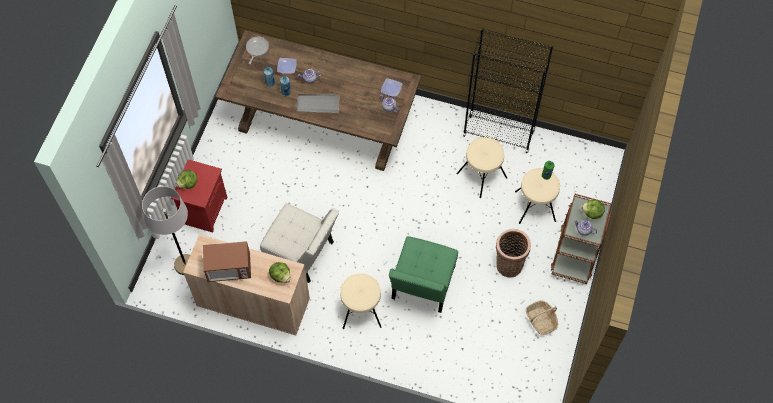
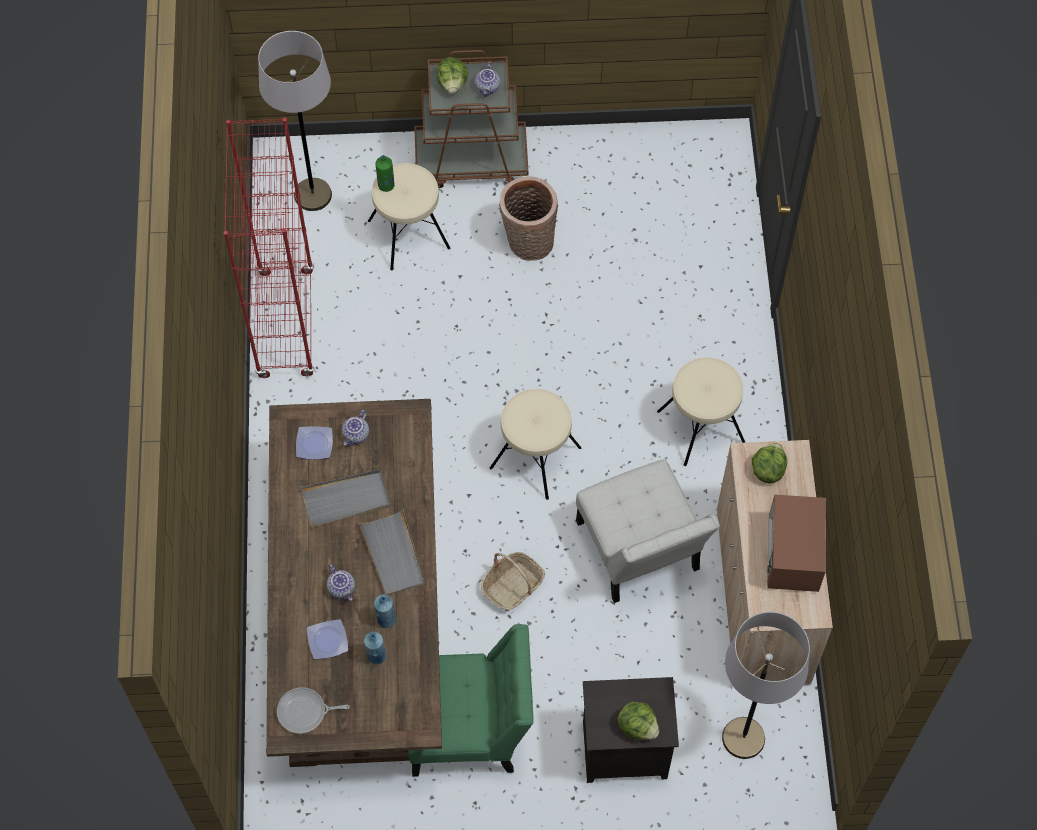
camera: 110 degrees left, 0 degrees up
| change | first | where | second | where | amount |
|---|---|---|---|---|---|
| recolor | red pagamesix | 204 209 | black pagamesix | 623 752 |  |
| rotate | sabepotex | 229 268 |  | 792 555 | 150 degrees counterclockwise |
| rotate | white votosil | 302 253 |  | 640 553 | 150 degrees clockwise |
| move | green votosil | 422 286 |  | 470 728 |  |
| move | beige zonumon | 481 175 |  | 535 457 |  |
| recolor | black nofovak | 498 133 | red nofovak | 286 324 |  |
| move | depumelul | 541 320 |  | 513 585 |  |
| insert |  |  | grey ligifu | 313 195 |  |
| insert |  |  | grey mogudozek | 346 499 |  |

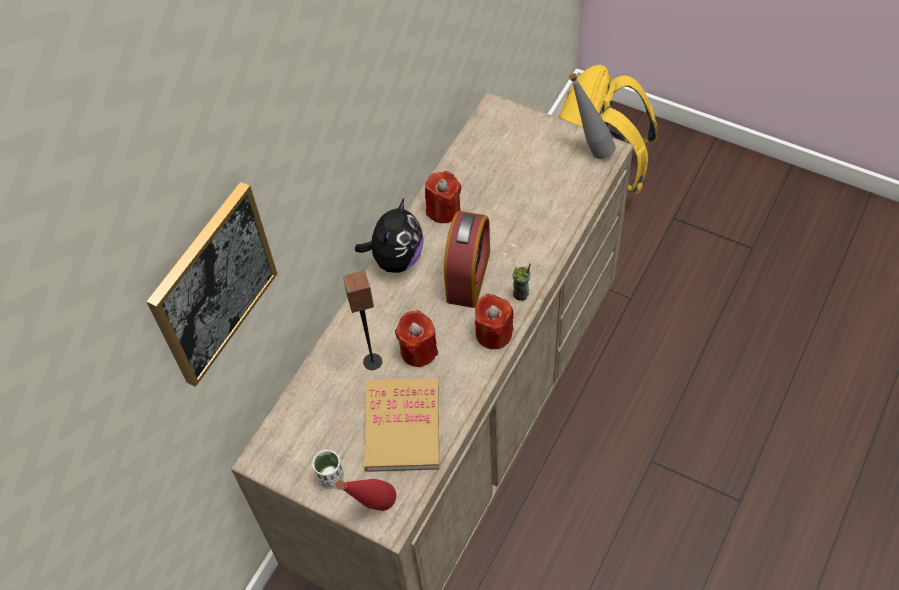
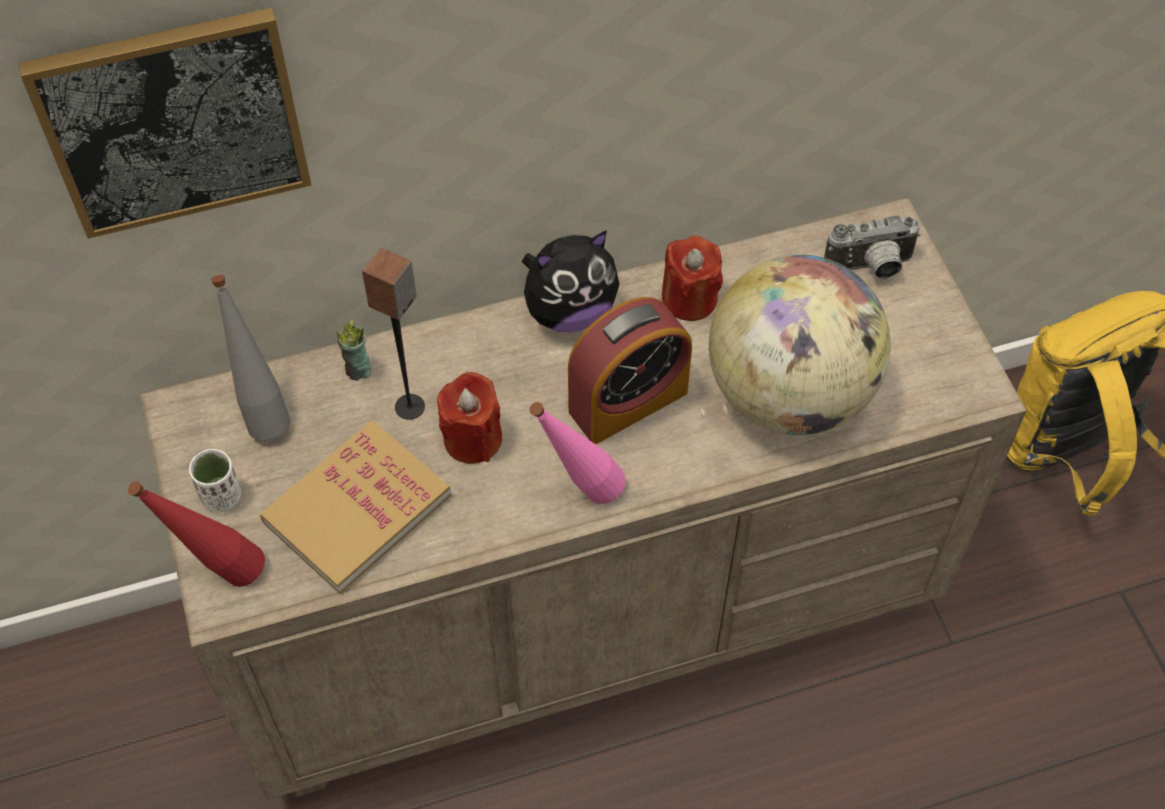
camera: 40 degrees right, 0 degrees up
| change | first | where | second | where | amount |
|---|---|---|---|---|---|
| replace | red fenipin | 493 333 | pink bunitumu | 579 494 |  |
| move | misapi | 521 294 |  | 358 370 |  |
| move | grey bunitumu | 589 149 |  | 262 410 |  |
| insert |  |  | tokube | 790 394 |  |
| insert |  |  | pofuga | 871 268 |  |

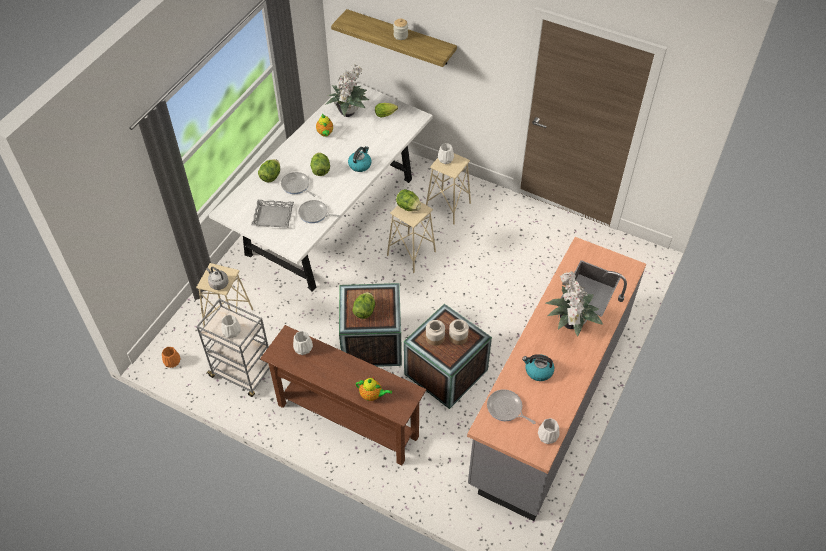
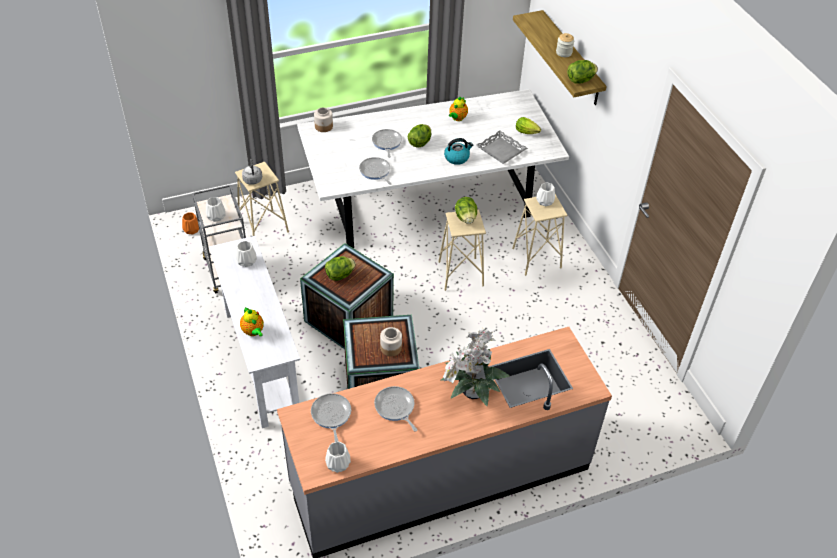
camera: 40 degrees right, 5 degrees down
| change | first | where | second | where | amount |
|---|---|---|---|---|---|
| move | grey mogudozek | 273 217 |  | 500 150 |  |
| move | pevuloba | 271 177 |  | 580 80 |  |
| recolor | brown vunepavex | 347 421 | white vunepavex | 261 363 |  |
| delete | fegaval | 349 112 |  |  |  |
| move | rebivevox | 435 337 |  | 324 127 |  |
| replace | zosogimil | 538 371 | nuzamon | 395 408 |  |

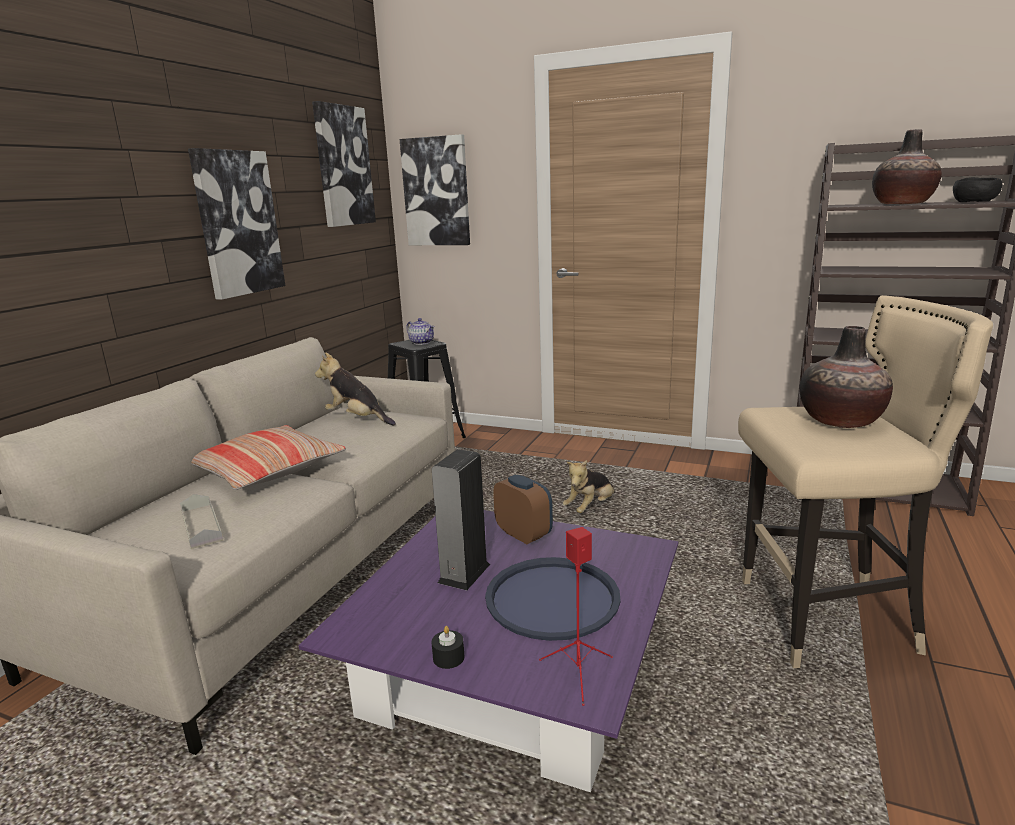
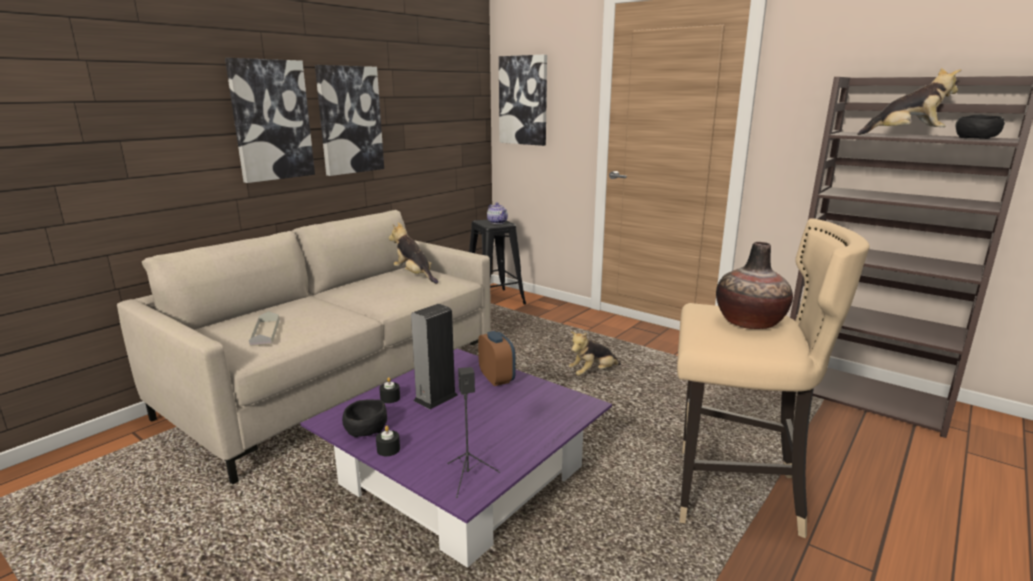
camera: 15 degrees right, 0 degrees up
| change | first | where | second | where | amount |
|---|---|---|---|---|---|
| delete | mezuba | 267 470 |  |  |  |
| move | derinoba | 343 166 |  | 271 120 |  |
| delete | blue mogudozek | 552 598 |  |  |  |
| recolor | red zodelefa | 578 673 | black zodelefa | 468 477 |  |
| replace | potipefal | 902 204 | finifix | 905 135 |  |
| insert |  |  | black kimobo | 365 430 |  |
| insert |  |  | black fenipin | 390 398 |  |

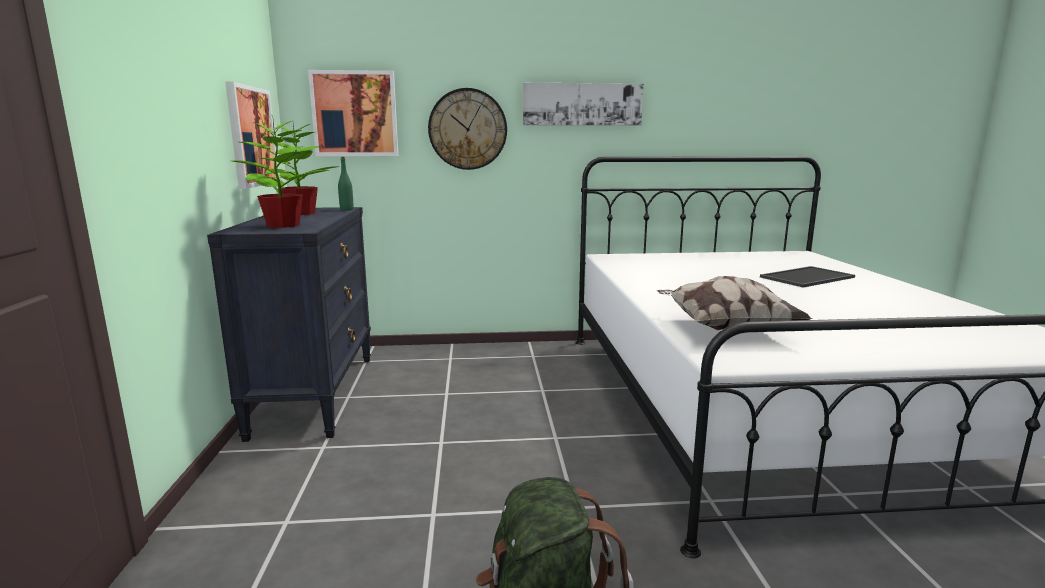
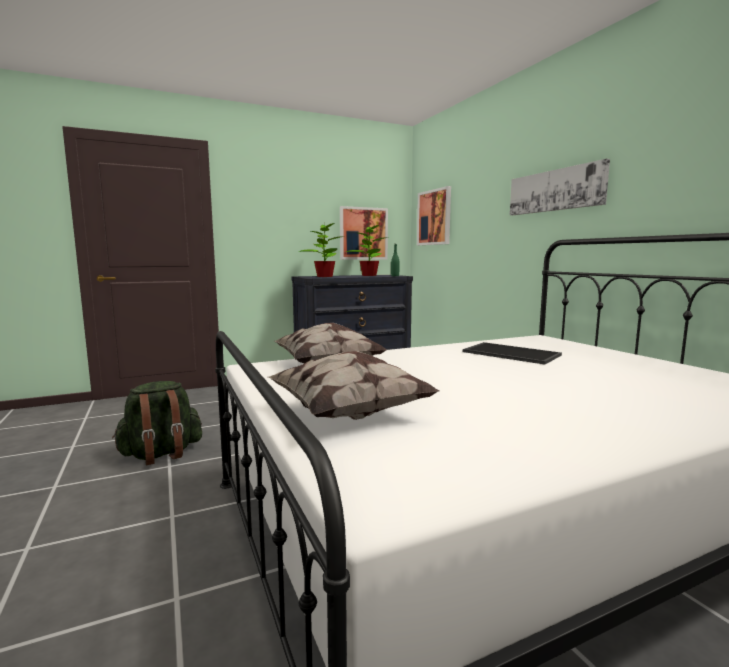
camera: 70 degrees right, 5 degrees down
| change | first | where | second | where | amount |
|---|---|---|---|---|---|
| delete | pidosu | 467 129 |  |  |  |
| move | mogudozek | 807 277 |  | 509 353 |  |
| insert |  |  | mezuba | 350 413 |  |

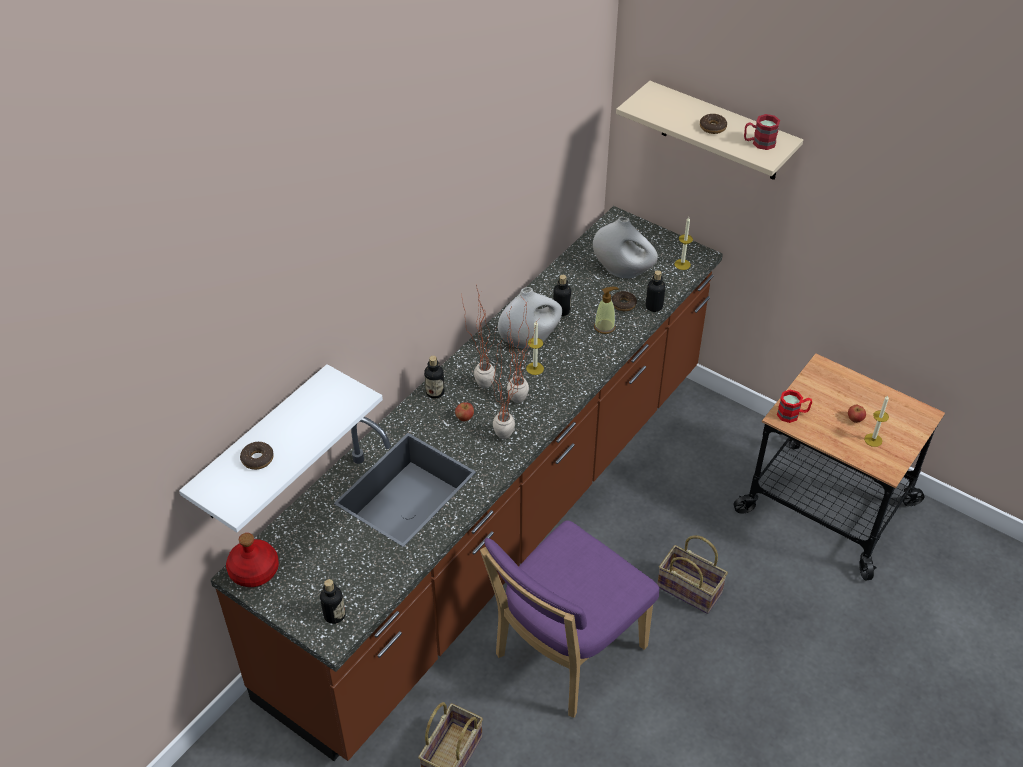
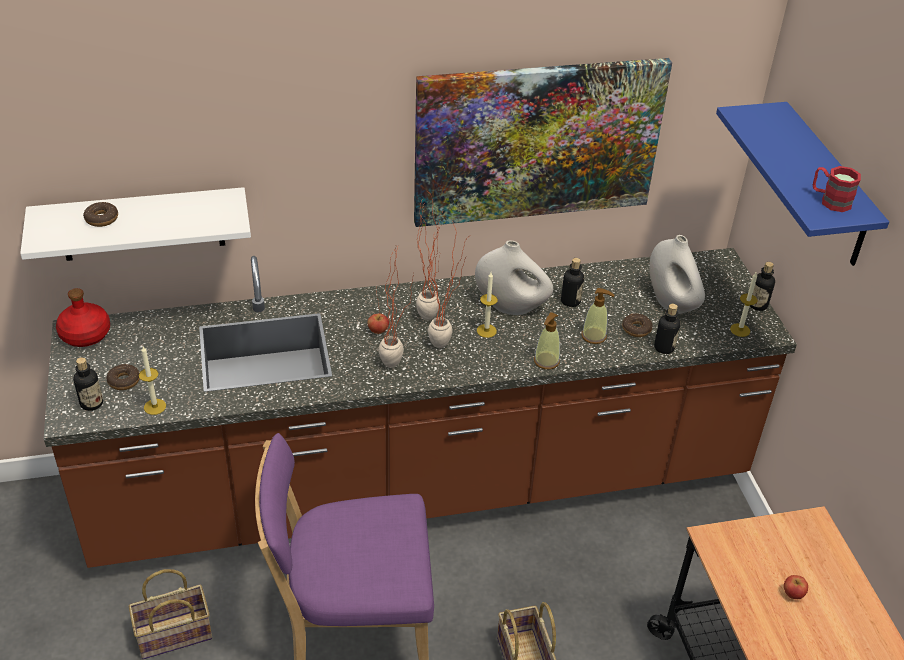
camera: 40 degrees right, 5 degrees down
| change | first | where | second | where | amount |
|---|---|---|---|---|---|
| move | bunitumu | 435 392 |  | 757 305 |  |
| recolor | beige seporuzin | 721 132 | blue seporuzin | 825 187 |  |
| move | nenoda | 712 127 |  | 124 381 |  |
| delete | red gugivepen | 792 414 |  |  |  |
| move | fenipin | 873 440 |  | 155 406 |  |
| insert |  |  | derinoba | 537 142 |  |
| insert |  |  | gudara | 546 361 |  |

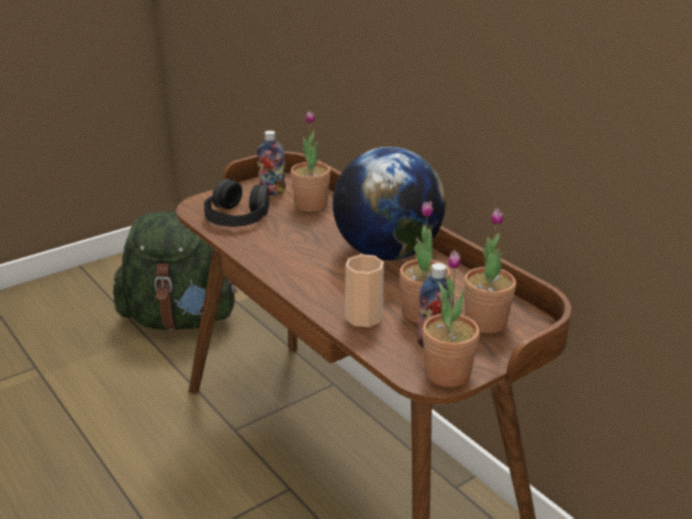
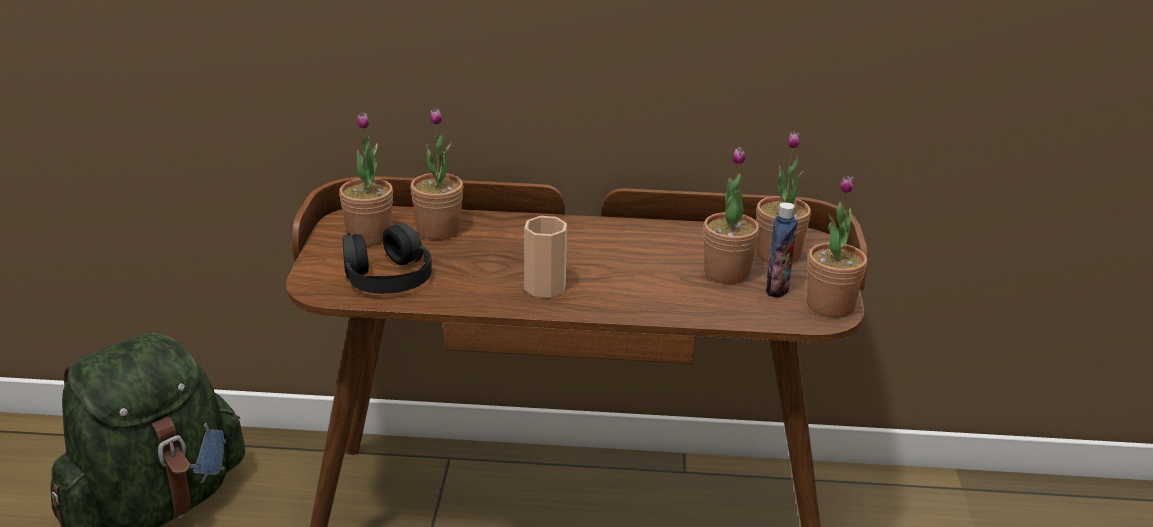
camera: 50 degrees left, 0 degrees up
| change | first | where | second | where | amount |
|---|---|---|---|---|---|
| replace | bunitumu | 272 192 | fegaval | 369 236 |  |
| delete | tokube | 387 253 |  |  |  |
| move | misapi | 364 317 |  | 545 287 |  |

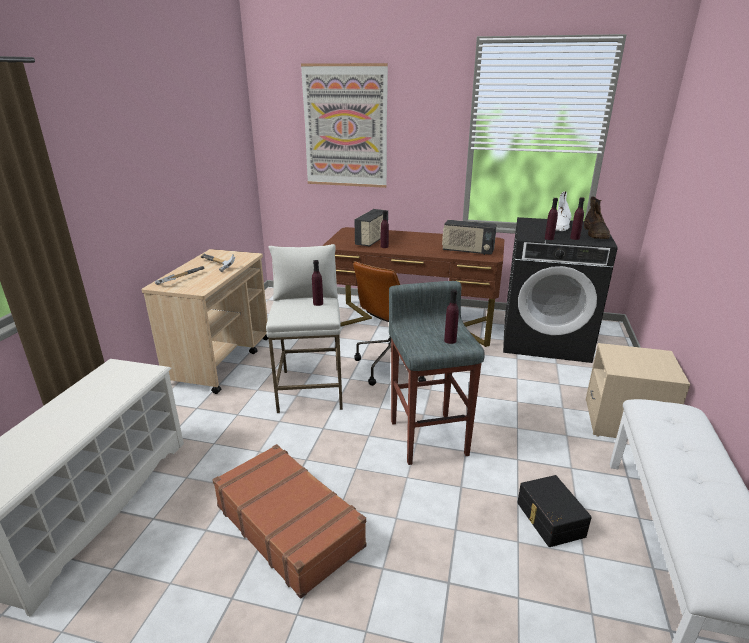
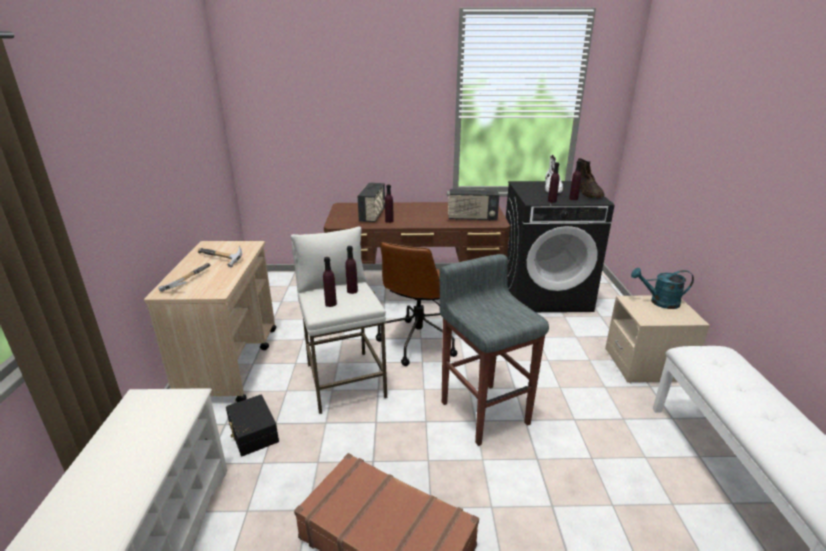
camera: 15 degrees left, 0 degrees up
| change | first | where | second | where | amount |
|---|---|---|---|---|---|
| delete | derinoba | 345 127 |  |  |  |
| move | purple bunitumu | 450 340 |  | 330 304 |  |
| move | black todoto | 549 519 |  | 252 433 |  |
| insert |  |  | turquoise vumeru | 659 302 |  |

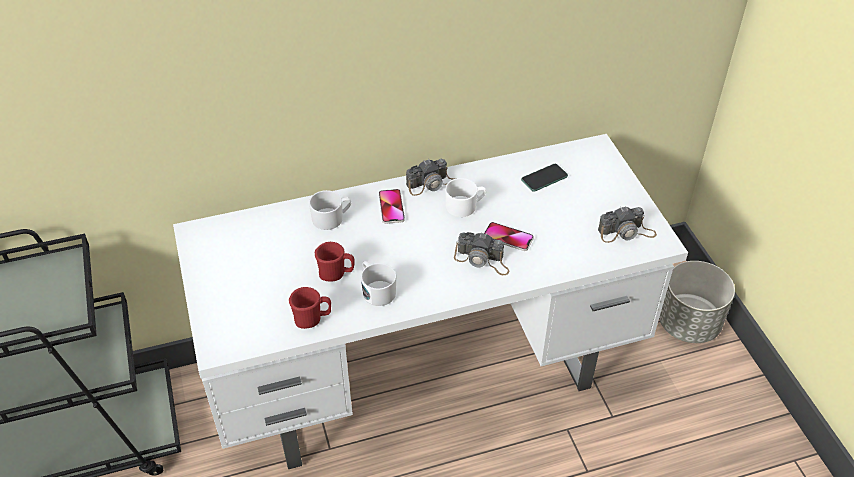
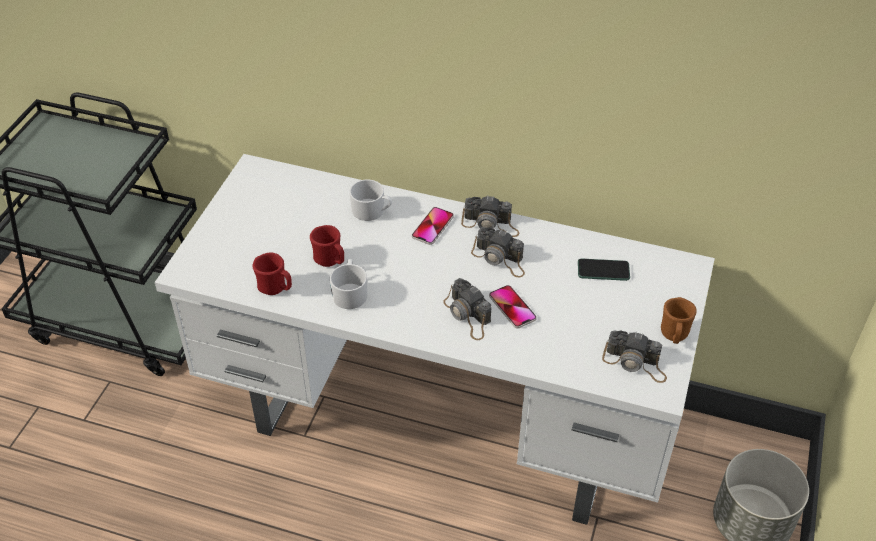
camera: 35 degrees right, 0 degrees up
| change | first | where | second | where | amount |
|---|---|---|---|---|---|
| replace | white gugivepen | 465 206 | pofuga | 500 259 |  |
| insert |  |  | brown gugivepen | 674 336 |  |

